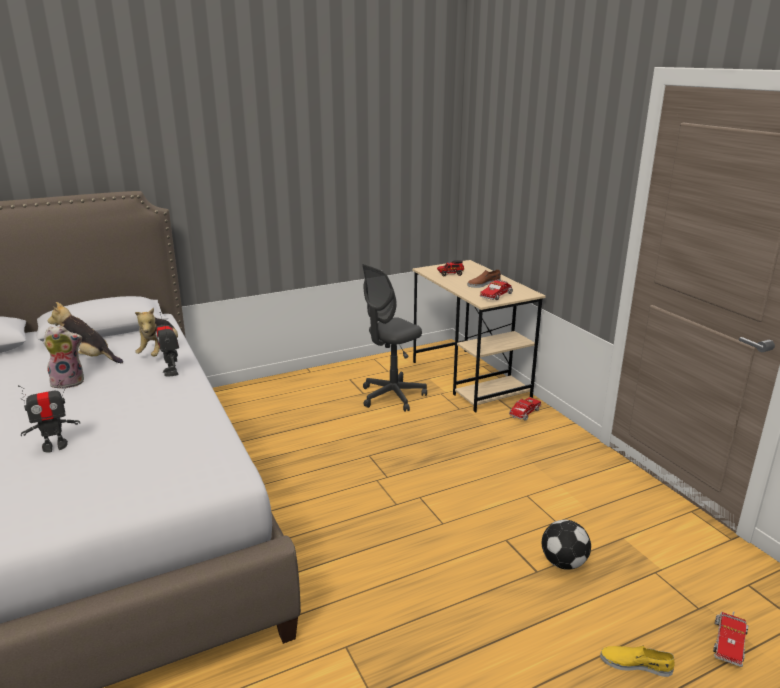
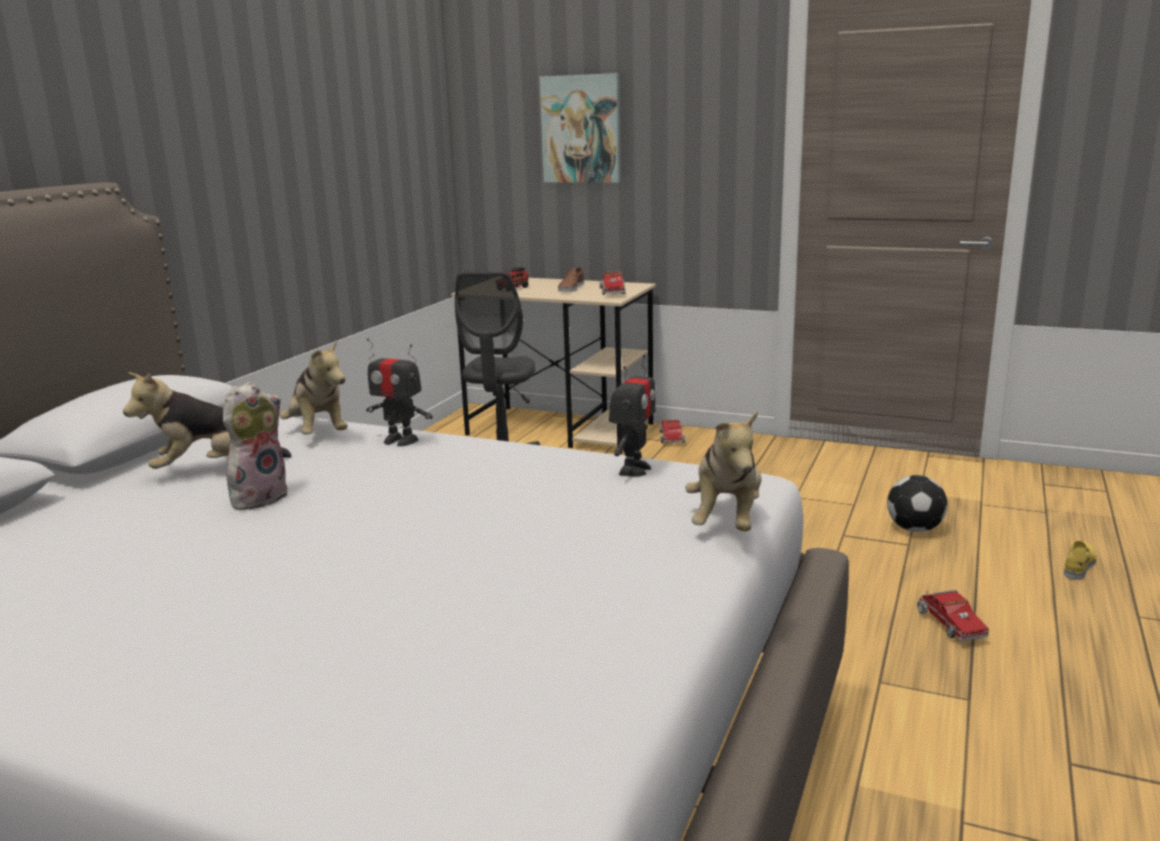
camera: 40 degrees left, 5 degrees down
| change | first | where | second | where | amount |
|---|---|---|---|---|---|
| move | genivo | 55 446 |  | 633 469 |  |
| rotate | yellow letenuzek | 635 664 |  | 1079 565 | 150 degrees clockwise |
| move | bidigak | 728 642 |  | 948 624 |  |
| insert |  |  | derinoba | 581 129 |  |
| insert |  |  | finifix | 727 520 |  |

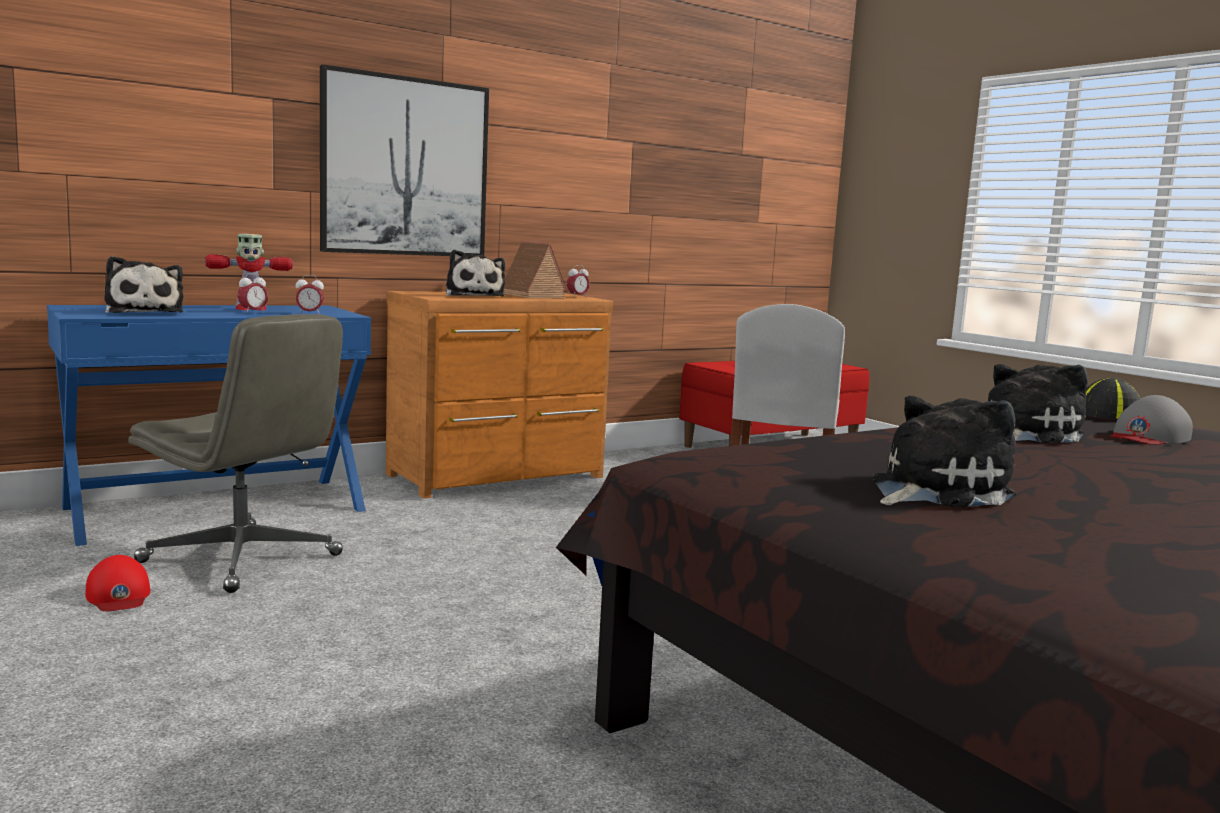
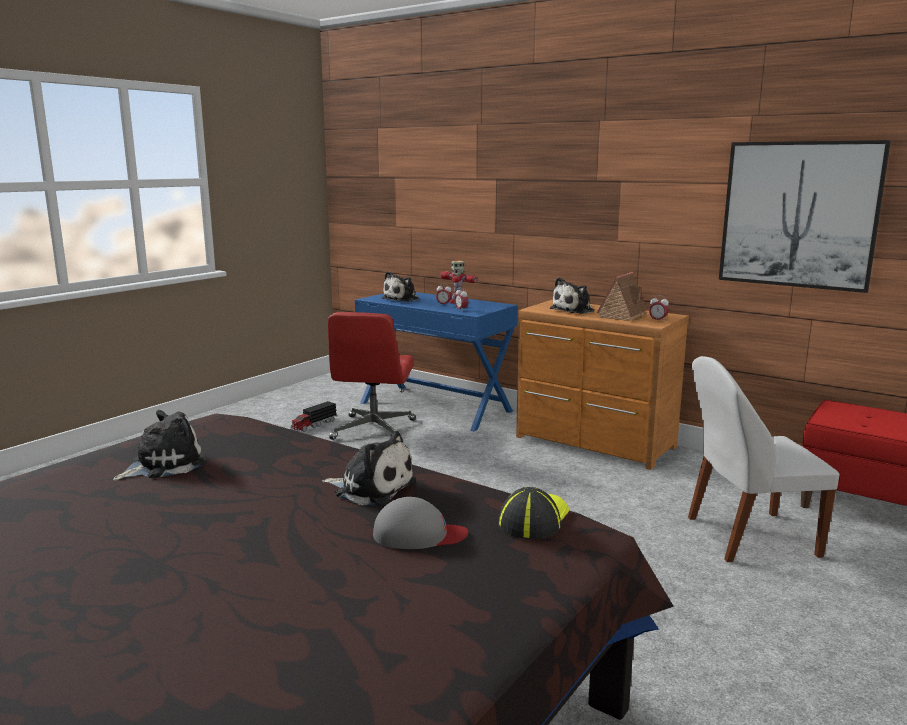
camera: 70 degrees right, 5 degrees up
| change | first | where | second | where | amount |
|---|---|---|---|---|---|
| replace | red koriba | 118 595 | bidigak | 313 425 |  |
| recolor | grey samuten | 243 559 | red samuten | 374 430 |  |
| move | derinoba | 405 167 |  | 798 215 |  |
| rotate | finifix | 934 491 |  | 163 464 | 75 degrees counterclockwise |
| rotate | grey koriba | 1148 437 |  | 418 534 | 150 degrees clockwise |

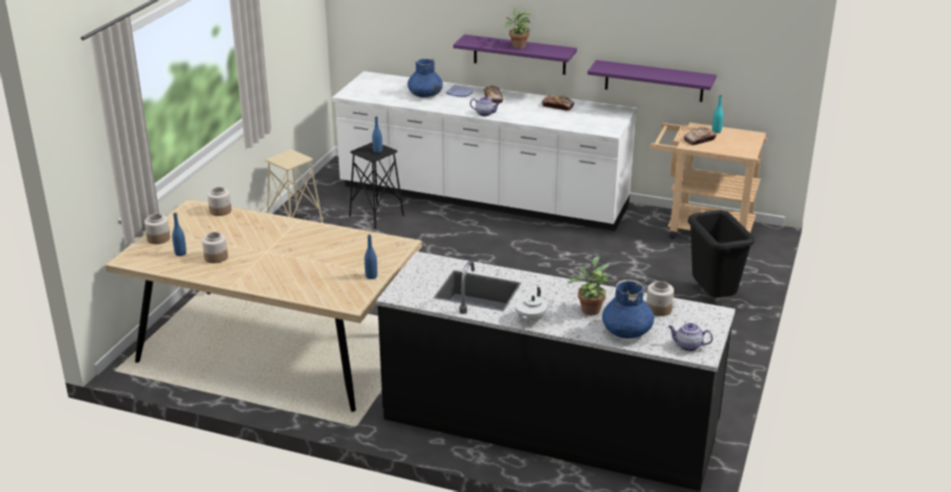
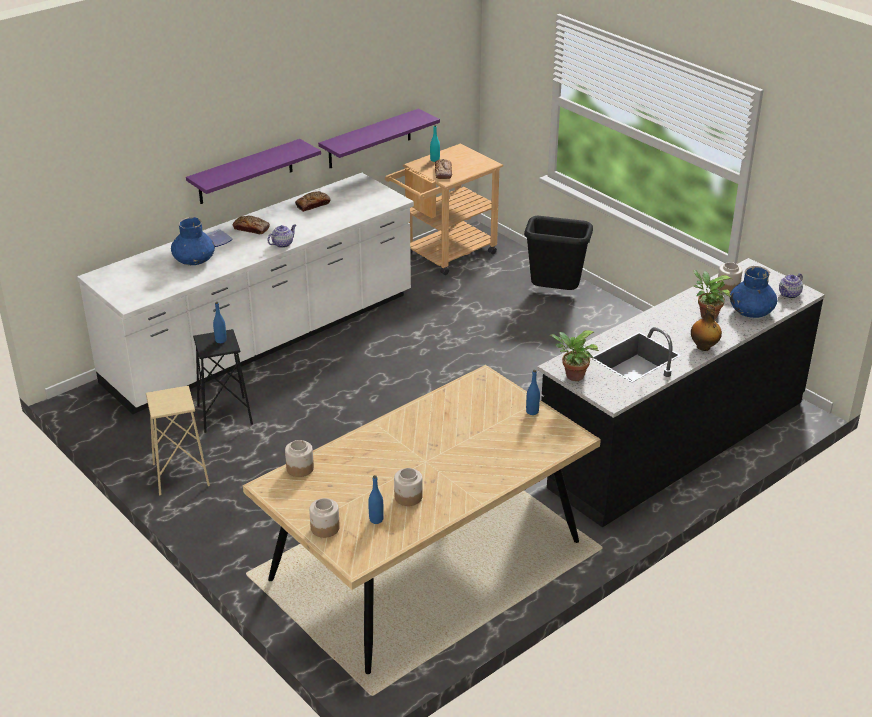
camera: 60 degrees left, 5 degrees up
| change | first | where | second | where | amount |
|---|---|---|---|---|---|
| move | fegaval | 517 46 |  | 572 376 |  |
| replace | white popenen | 530 319 | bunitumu | 703 347 |  |

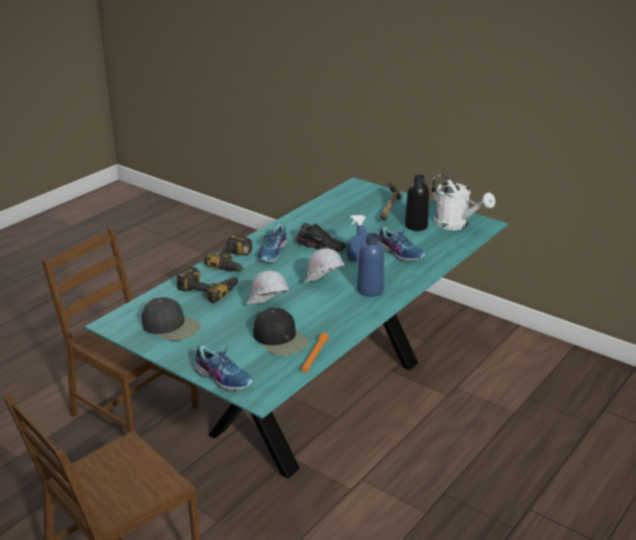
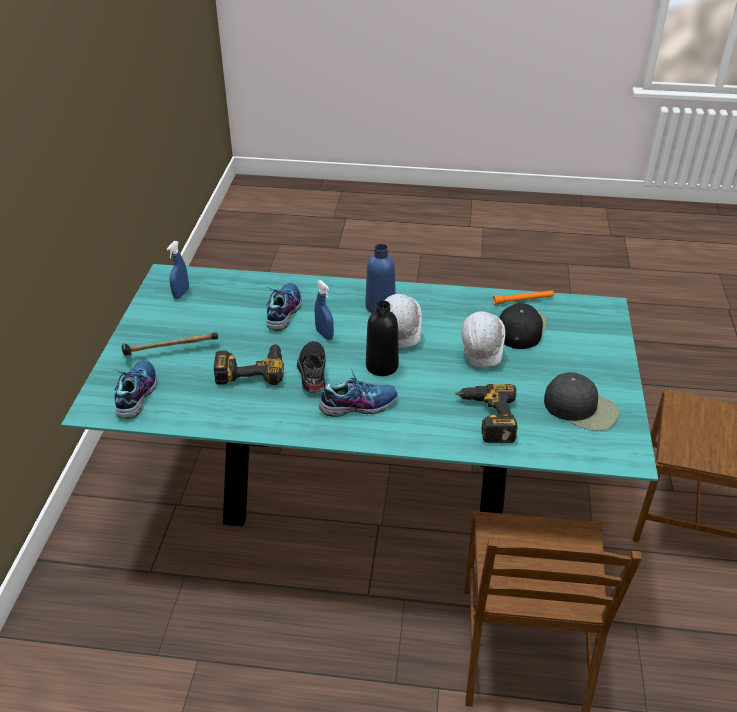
camera: 120 degrees left, 10 degrees up
| change | first | where | second | where | amount |
|---|---|---|---|---|---|
| rotate | black koriba | 171 326 |  | 581 408 | 120 degrees clockwise |
| move | letenuzek | 223 377 |  | 136 394 |  |
| move | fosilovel | 235 262 |  | 251 369 |  |
| move | black bunitumu | 416 226 |  | 382 366 |  |
| replace | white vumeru | 456 225 | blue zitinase | 181 293 |  |

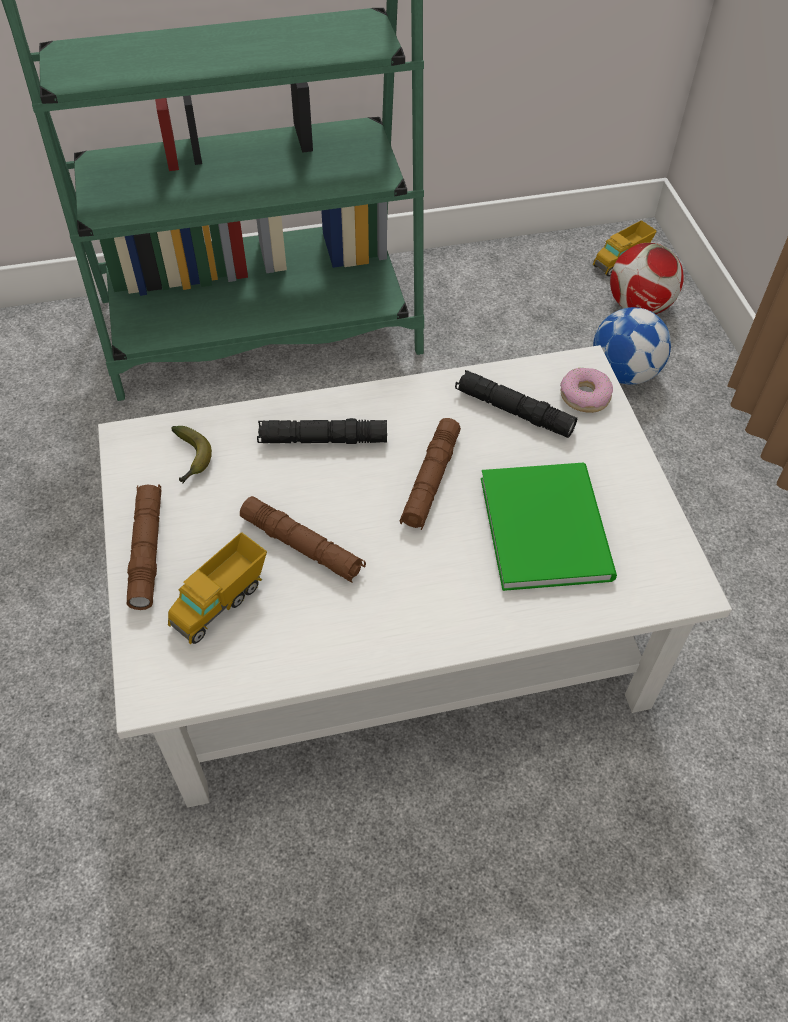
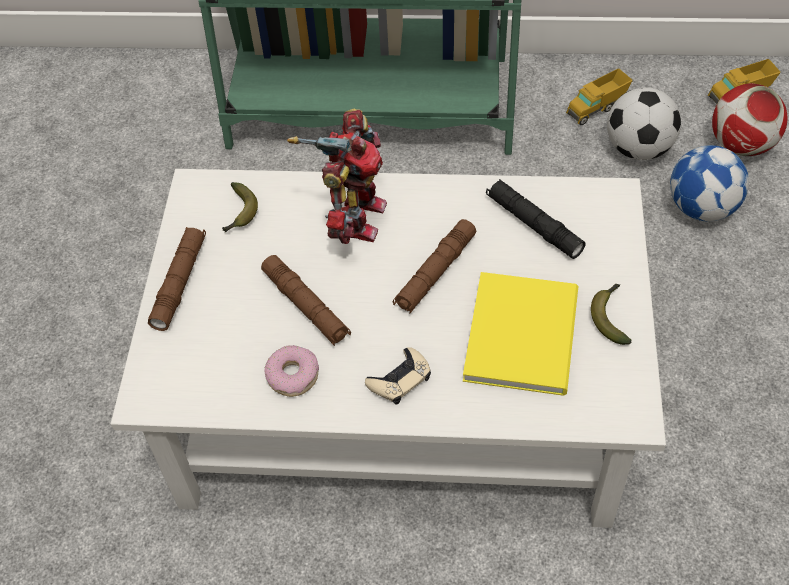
camera: 20 degrees right, 0 degrees up
| change | first | where | second | where | amount |
|---|---|---|---|---|---|
| move | bidigak | 220 602 |  | 597 108 |  |
| replace | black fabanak | 323 439 | genivo | 355 217 |  |
| recolor | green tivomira | 548 524 | yellow tivomira | 525 332 |  |
| move | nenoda | 585 396 |  | 293 375 |  |
| insert |  |  | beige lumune | 400 379 |  |
| insert |  |  | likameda | 610 316 |  |
| insert |  |  | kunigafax | 638 149 |  |

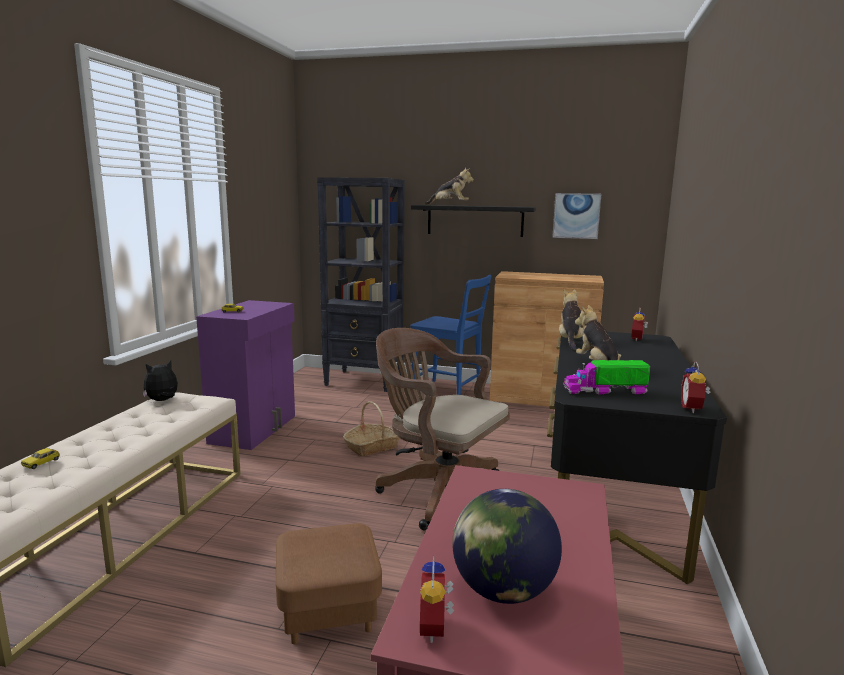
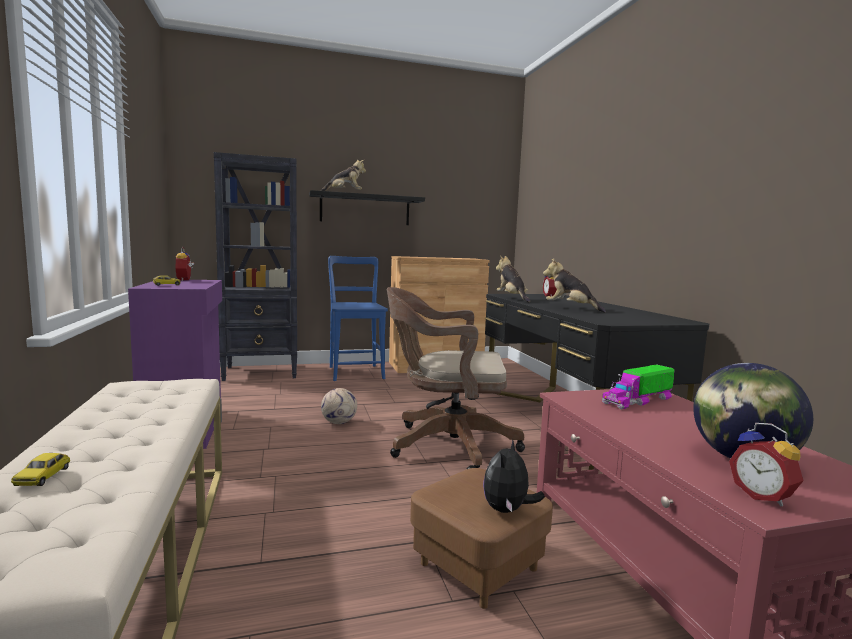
camera: 30 degrees left, 5 degrees down
| change | first | where | second | where | amount |
|---|---|---|---|---|---|
| move | finifix | 162 401 |  | 507 510 |  |
| replace | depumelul | 372 447 | kunigafax | 339 422 |  |
| rotate | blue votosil | 449 392 |  | 355 372 | 105 degrees counterclockwise |
| delete | derinoba | 576 216 |  |  |  |
| move | bidigak | 605 391 |  | 638 400 |  |
| move | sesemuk | 693 409 |  | 186 280 |  |

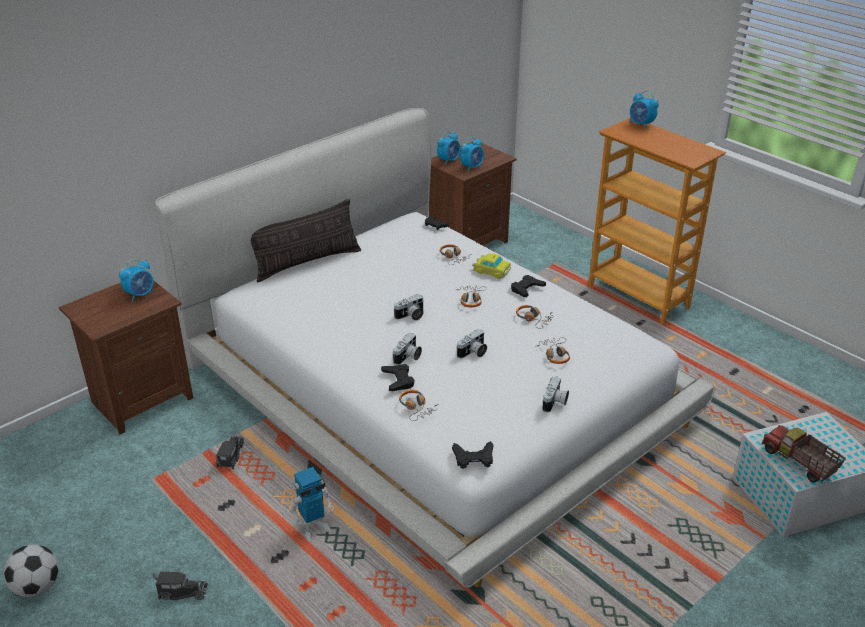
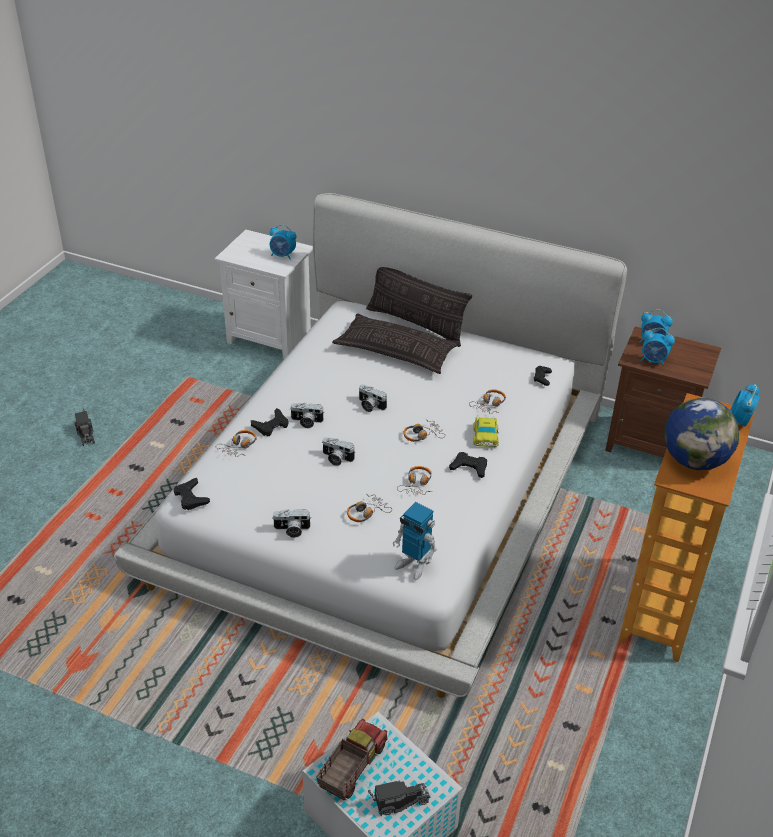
camera: 65 degrees right, 5 degrees up
| change | first | where | second | where | amount |
|---|---|---|---|---|---|
| delete | kunigafax | 36 587 |  |  |  |
| recolor | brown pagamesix | 141 400 | white pagamesix | 270 336 |  |
| move | bidigak | 231 457 |  | 398 802 |  |
| move | genivo | 314 528 |  | 413 565 |  |
| insert |  |  | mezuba | 396 351 |  |
| insert |  |  | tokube | 694 461 |  |

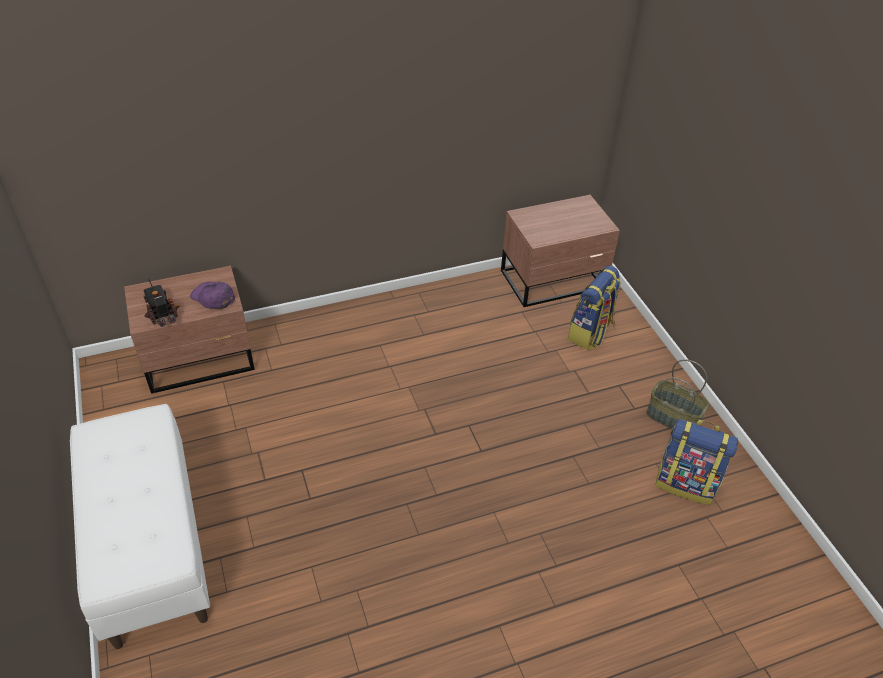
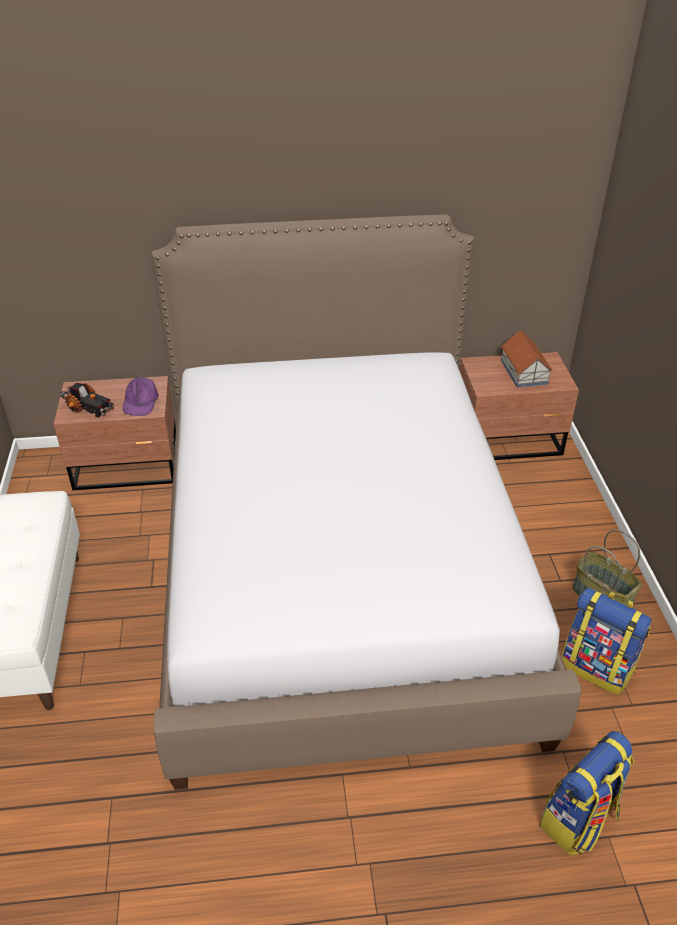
camera: 15 degrees right, 5 degrees down
| change | first | where | second | where | amount |
|---|---|---|---|---|---|
| rotate | bidigak | 162 312 |  | 89 409 | 135 degrees clockwise |
| rotate | purple koriba | 213 297 |  | 141 402 | 135 degrees counterclockwise |
| move | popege | 590 333 |  | 579 820 |  |
| insert |  |  | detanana | 338 570 |  |
| insert |  |  | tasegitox | 524 371 |  |

